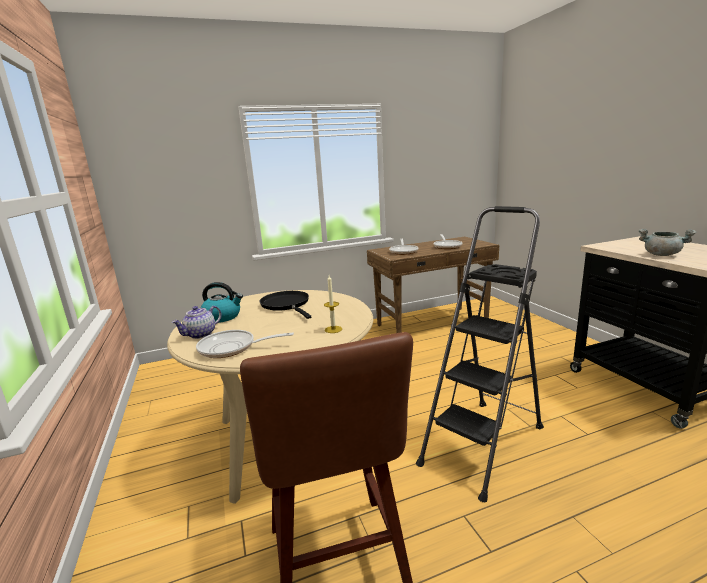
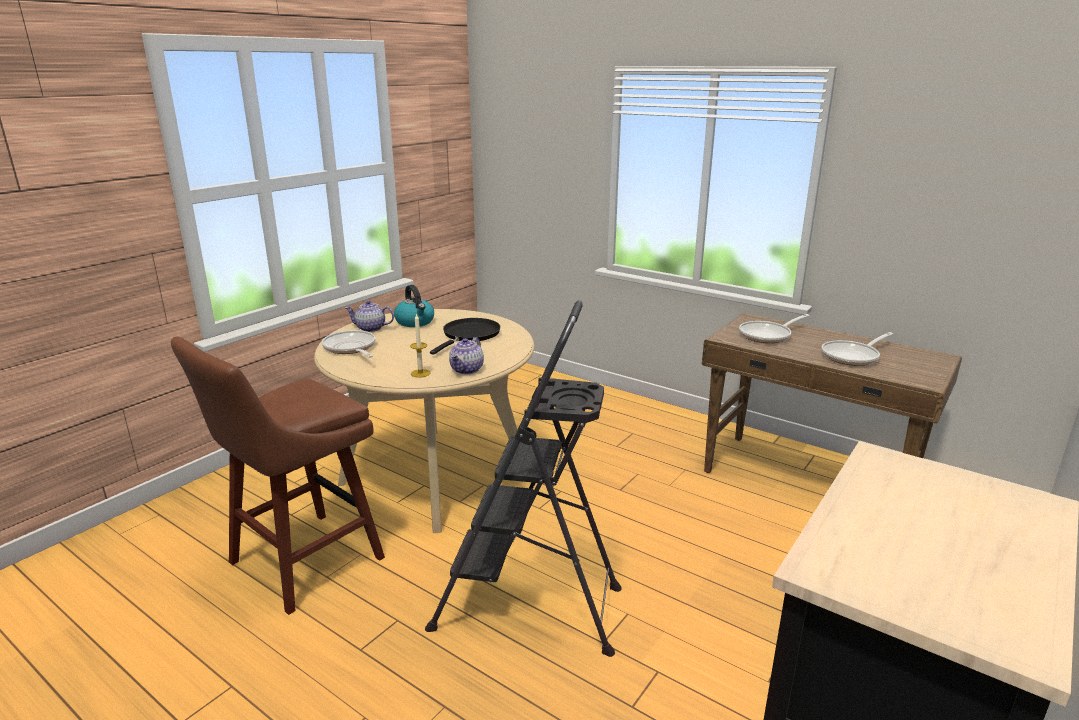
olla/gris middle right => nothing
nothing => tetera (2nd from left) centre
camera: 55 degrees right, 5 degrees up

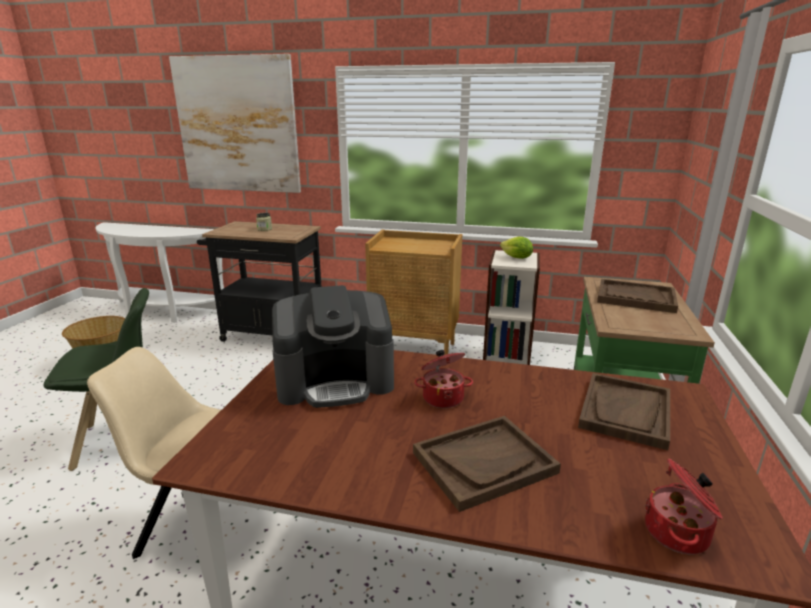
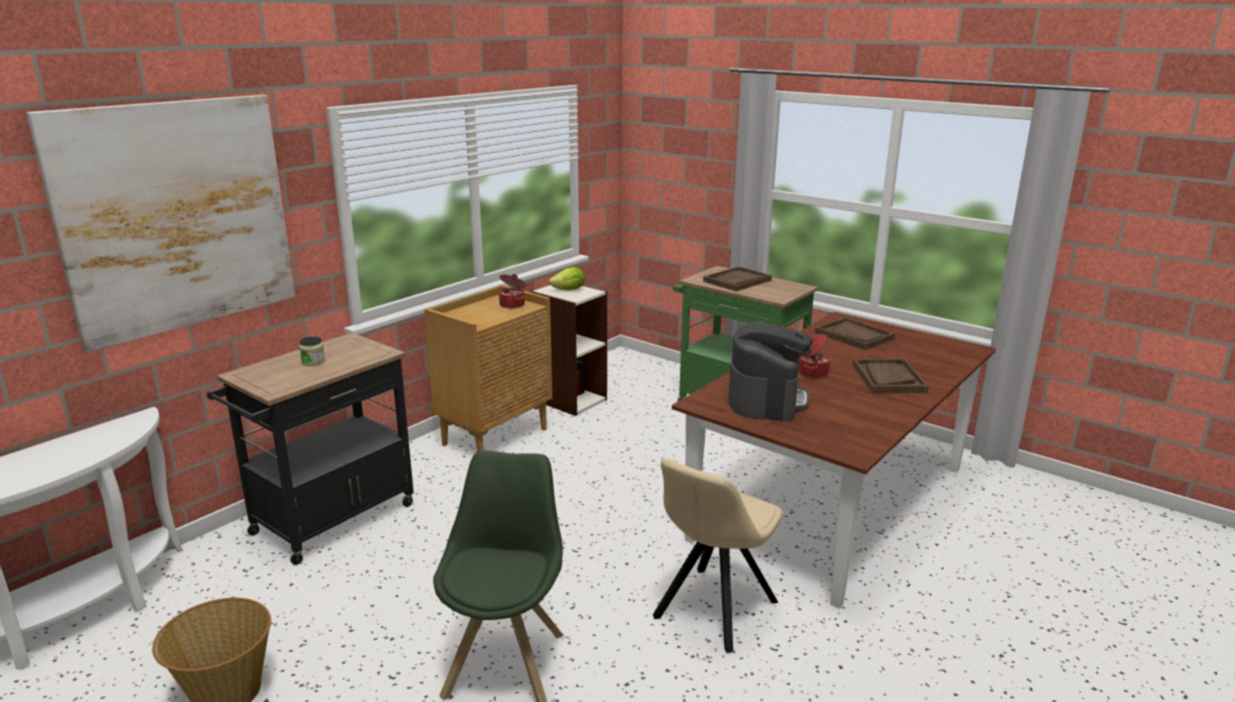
olla (2nd from left in the first image) bottom right => olla (1st from left) centre, moved
camera: 65 degrees left, 0 degrees up

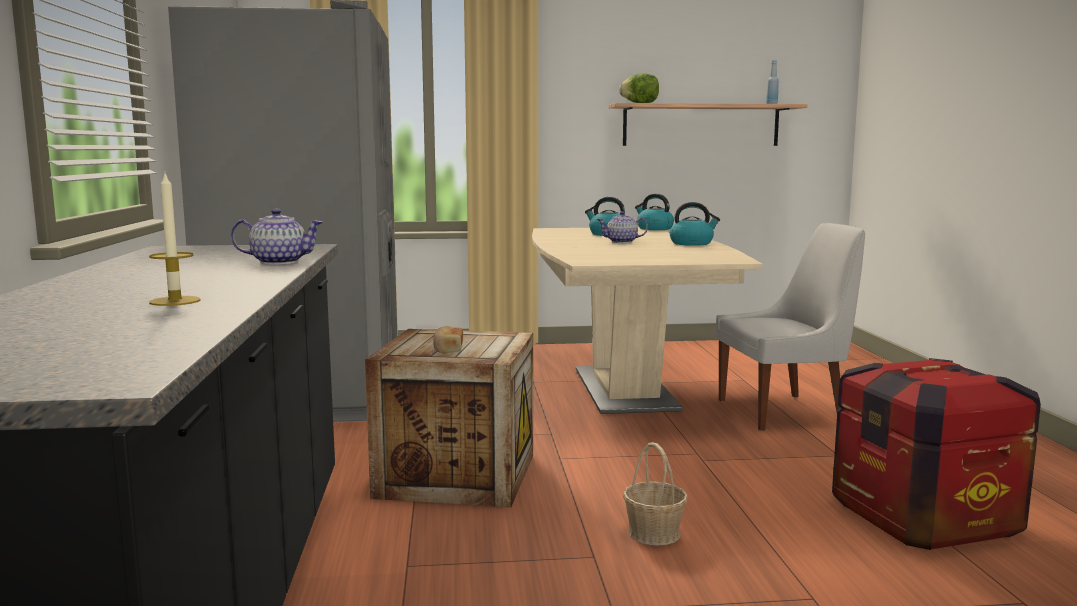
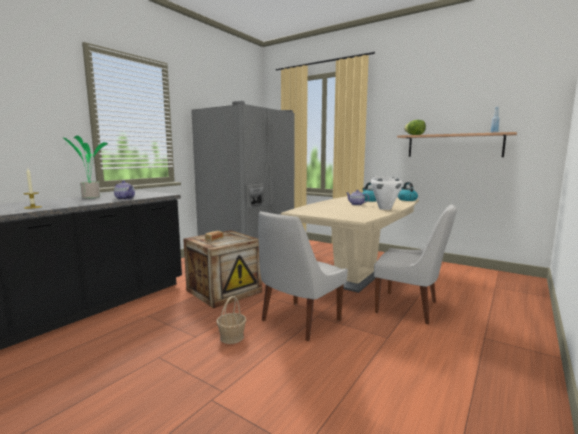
hervidor (3rd from left) centre => olla/blanco middle right
caja de embalaje (2nd from left) bottom right => nothing
nothing => planta en maceta middle left
nothing => silla/blanco (1st from left) centre
camera: 40 degrees right, 0 degrees up

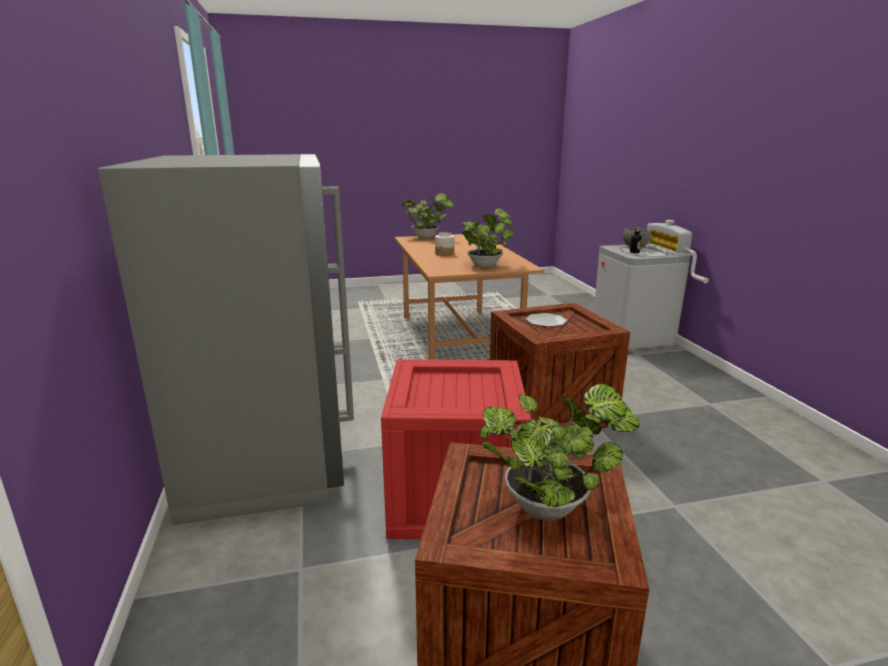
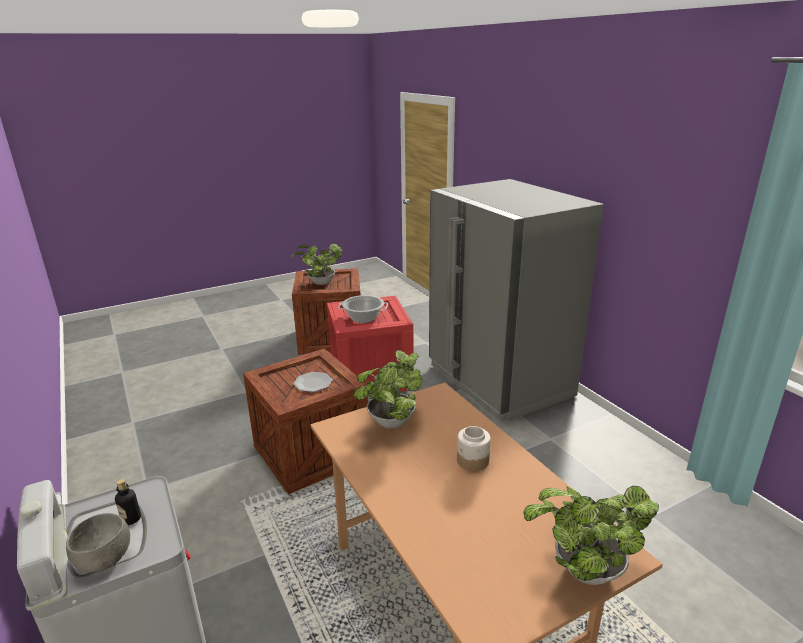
nothing => olla centre
camera: 165 degrees right, 5 degrees up

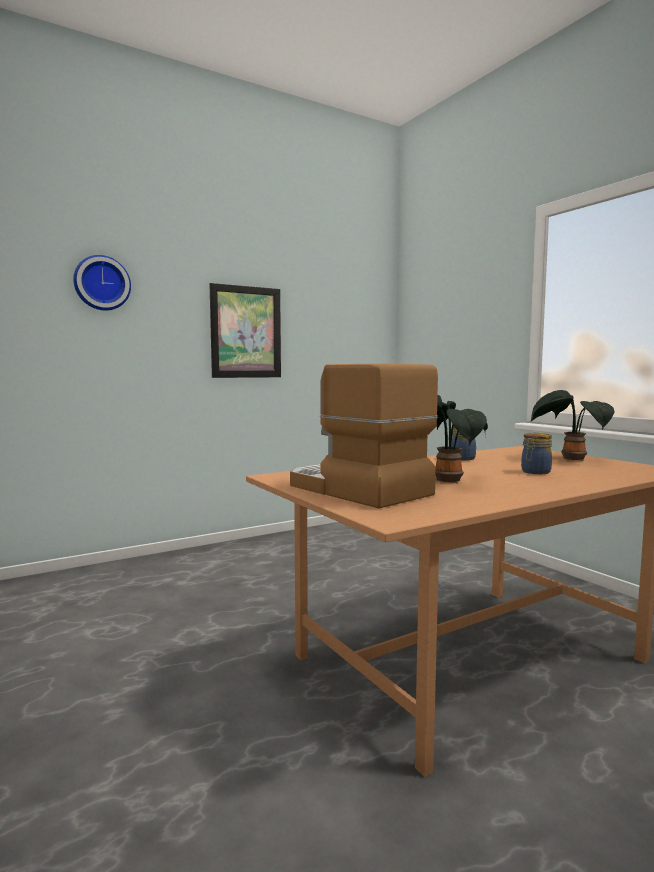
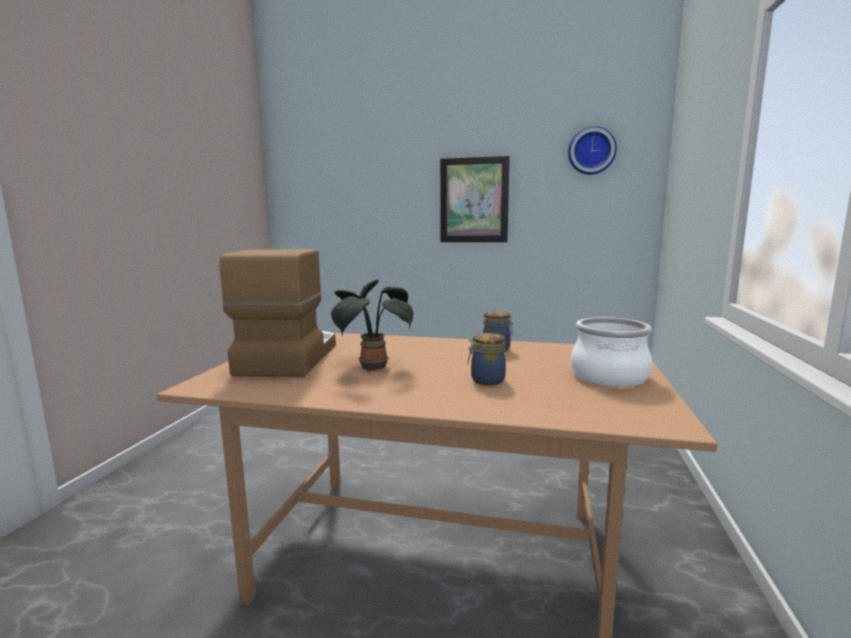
reloj de pared top left => reloj de pared top right, moved
planta en maceta (2nd from left) middle right => olla middle right
camera: 45 degrees right, 5 degrees up

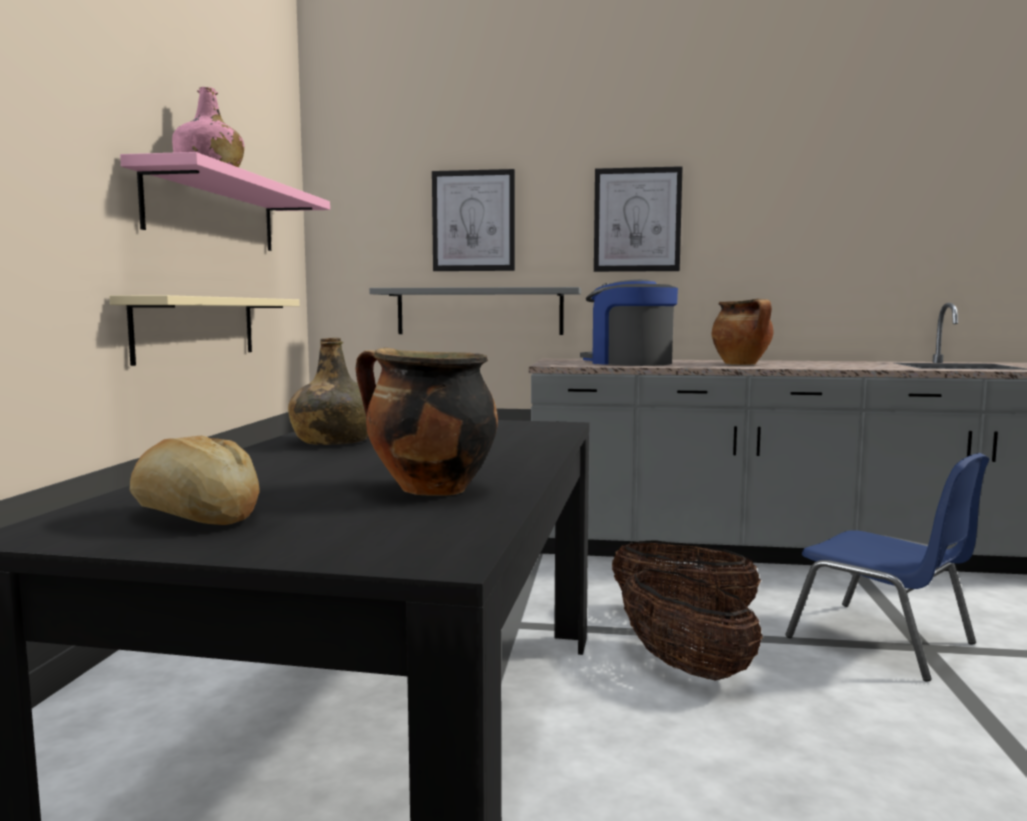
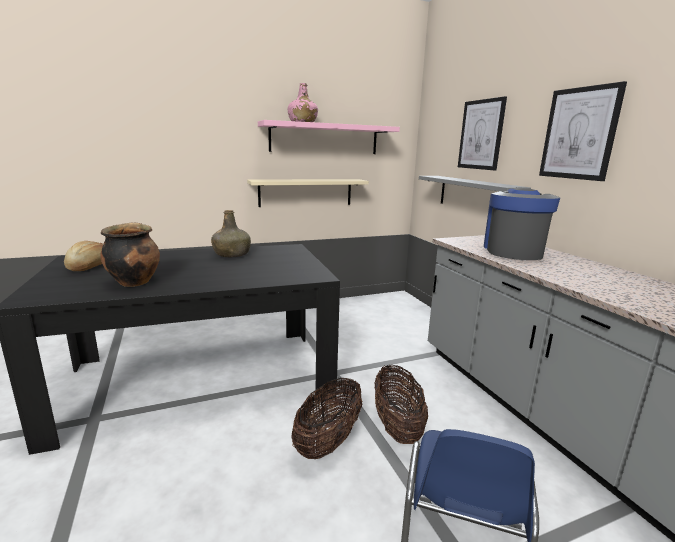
olla (2nd from left) middle right => nothing
camera: 60 degrees right, 10 degrees up

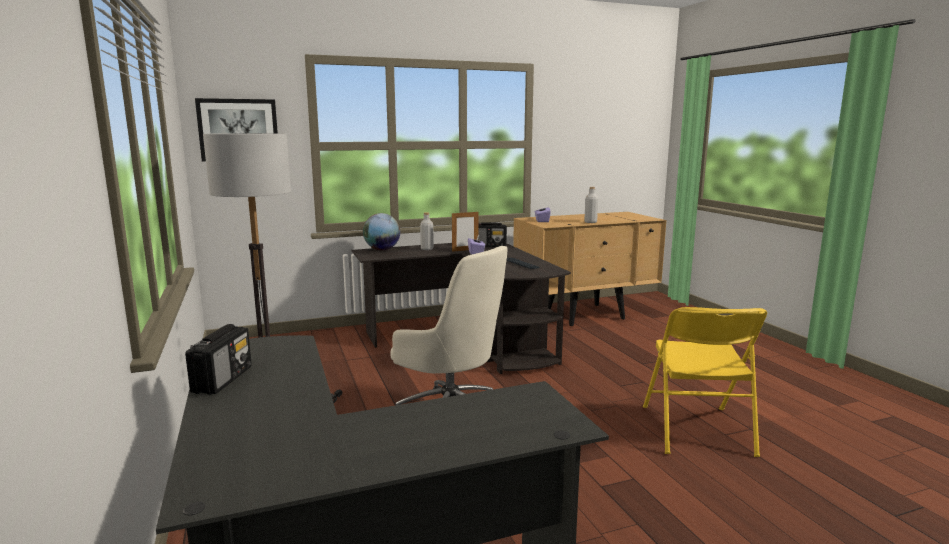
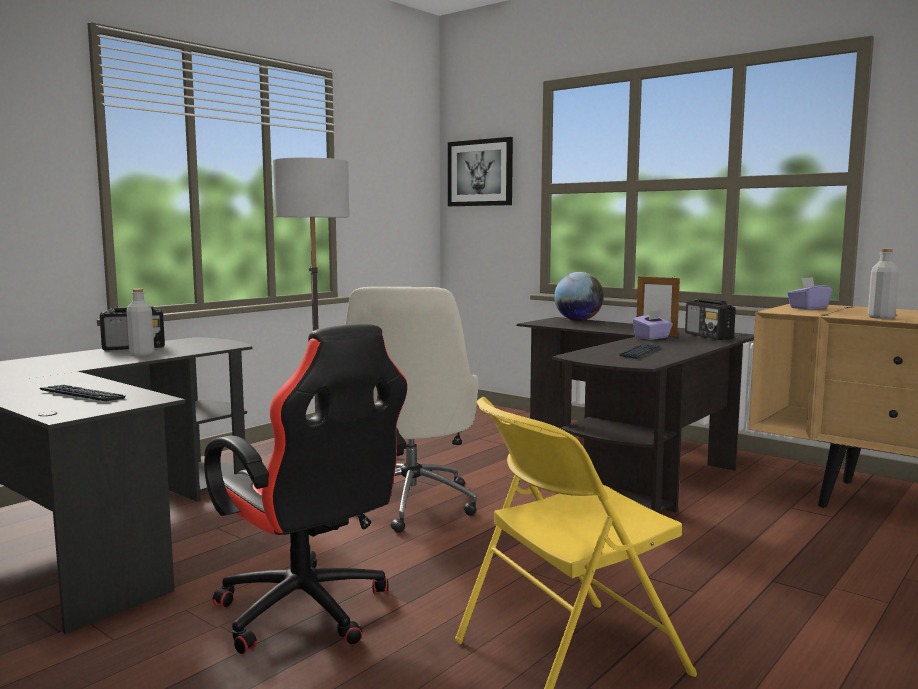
botella/gris (1st from left) centre => botella/gris (1st from left) middle left, moved
nothing => teclado (1st from left) middle left
nothing => silla de oficina/negro bottom centre
camera: 60 degrees right, 5 degrees down

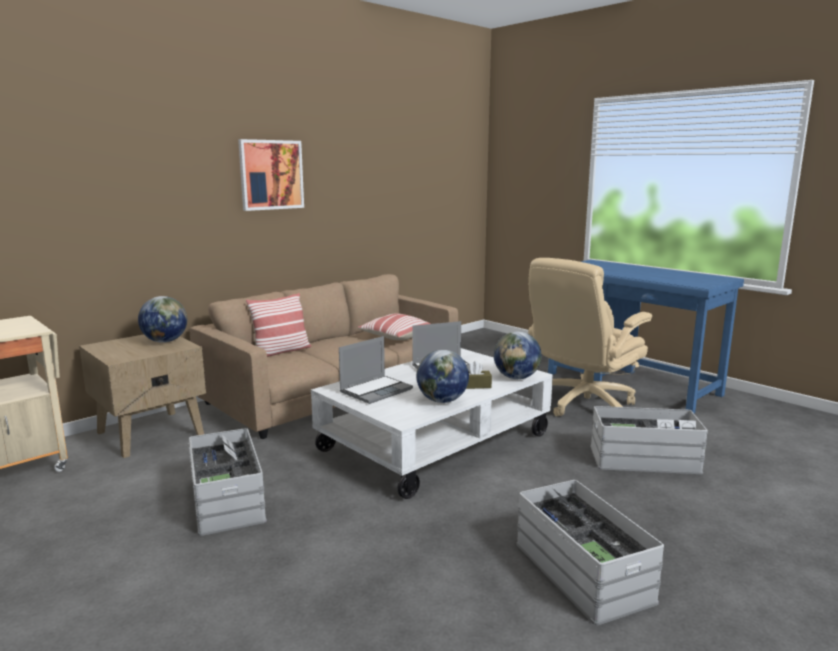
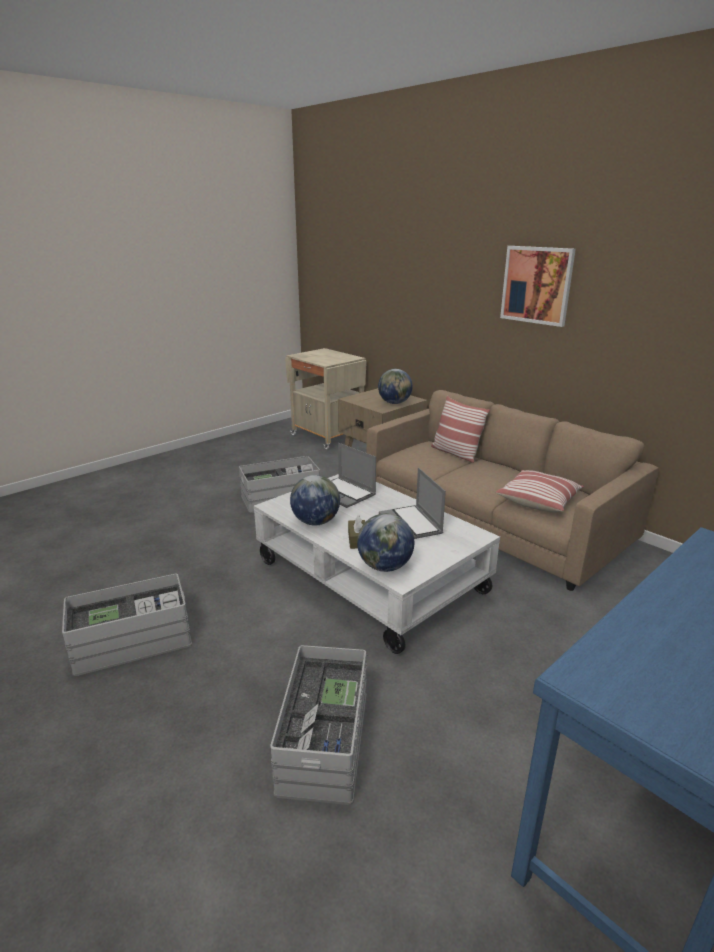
silla de oficina/beis middle right => nothing
camera: 90 degrees right, 10 degrees up

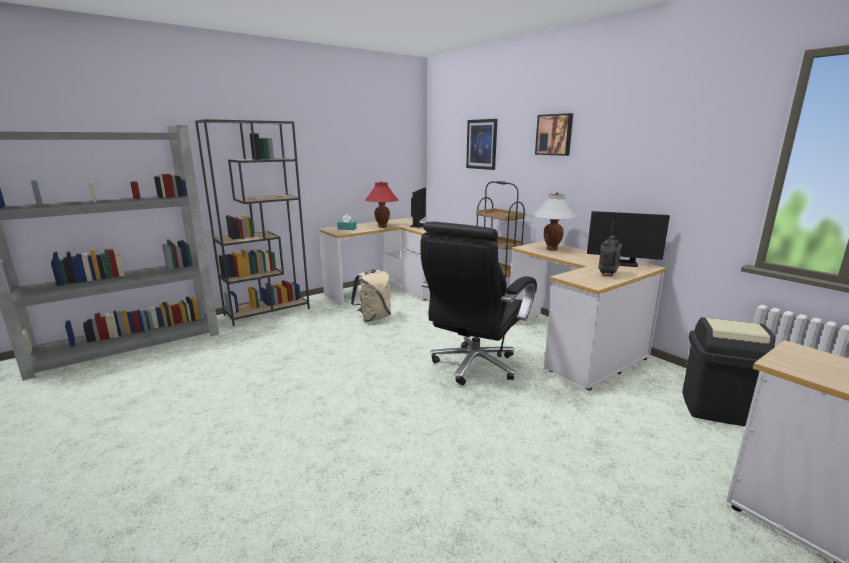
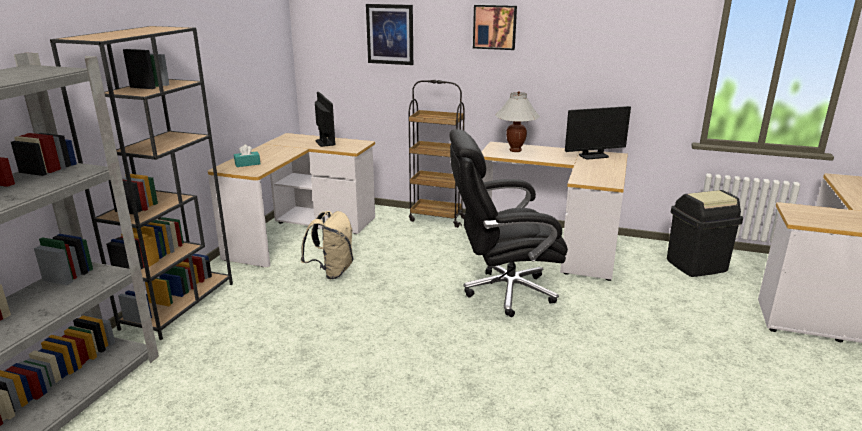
lámpara de mesa/rojo centre => nothing
silla de oficina/negro centre, 90 degrees clockwise
radio middle right => nothing
camera: 35 degrees left, 5 degrees up

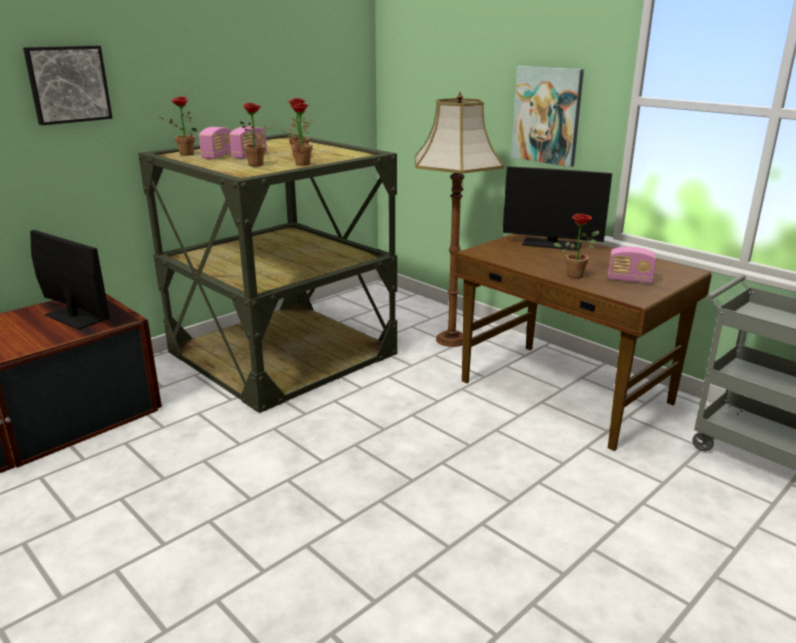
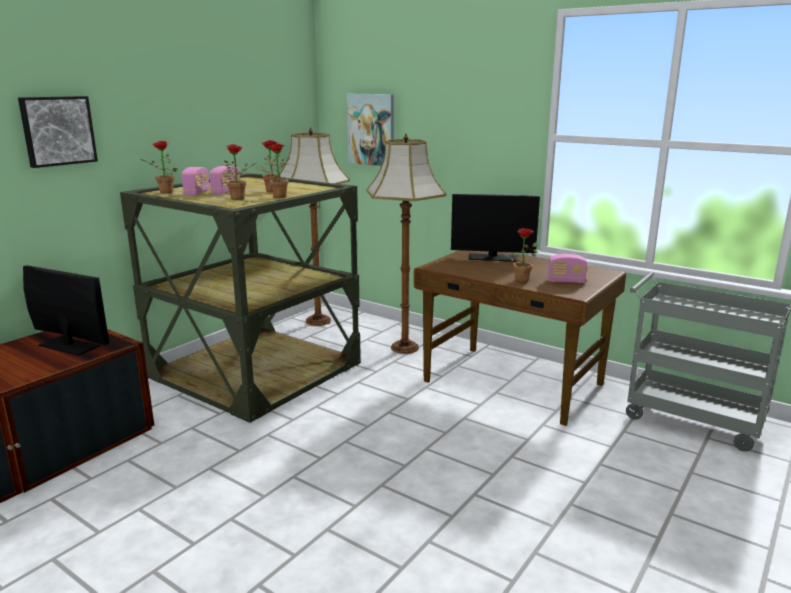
cuadro (2nd from left) top right => cuadro (2nd from left) top centre, moved
nothing => lámpara de pie (1st from left) centre
camera: 10 degrees left, 5 degrees down

